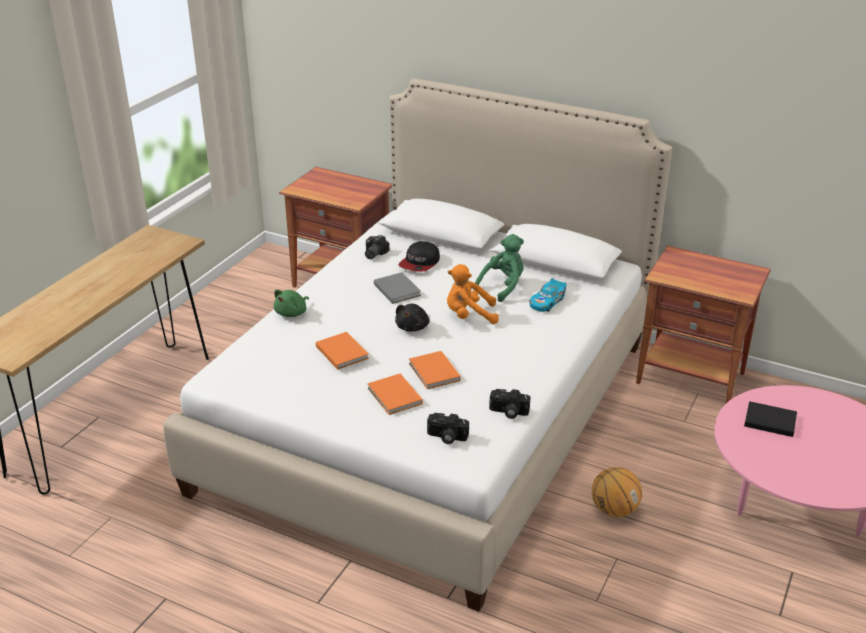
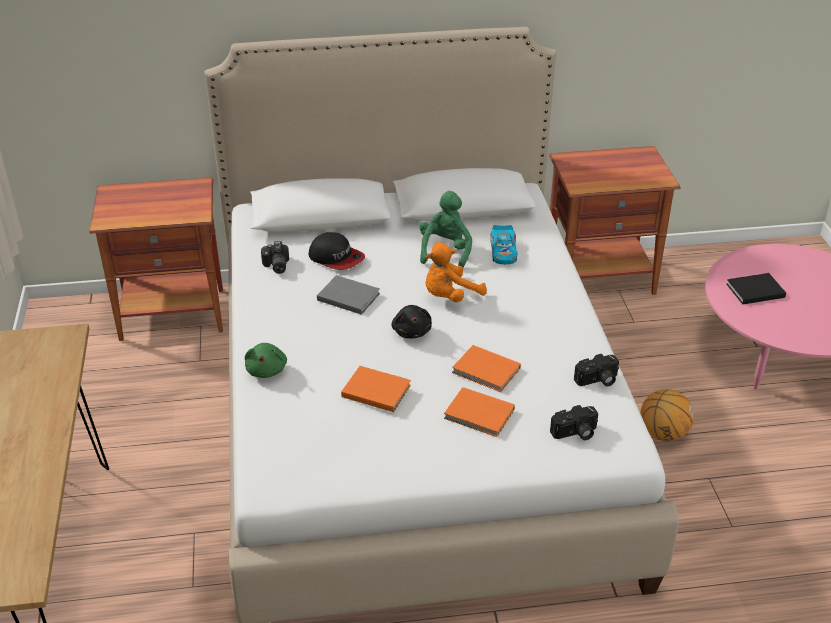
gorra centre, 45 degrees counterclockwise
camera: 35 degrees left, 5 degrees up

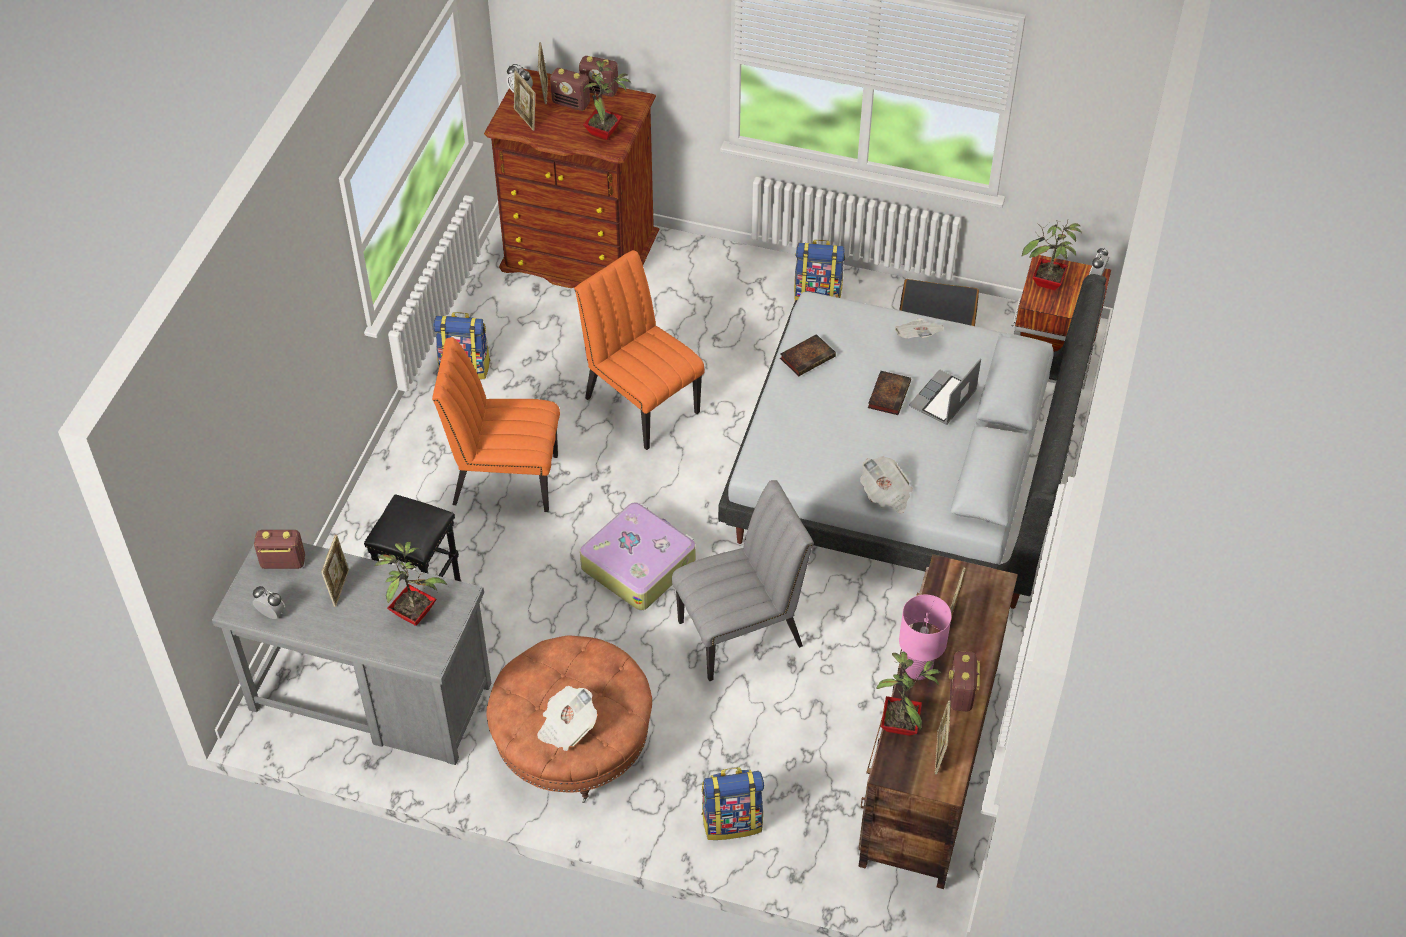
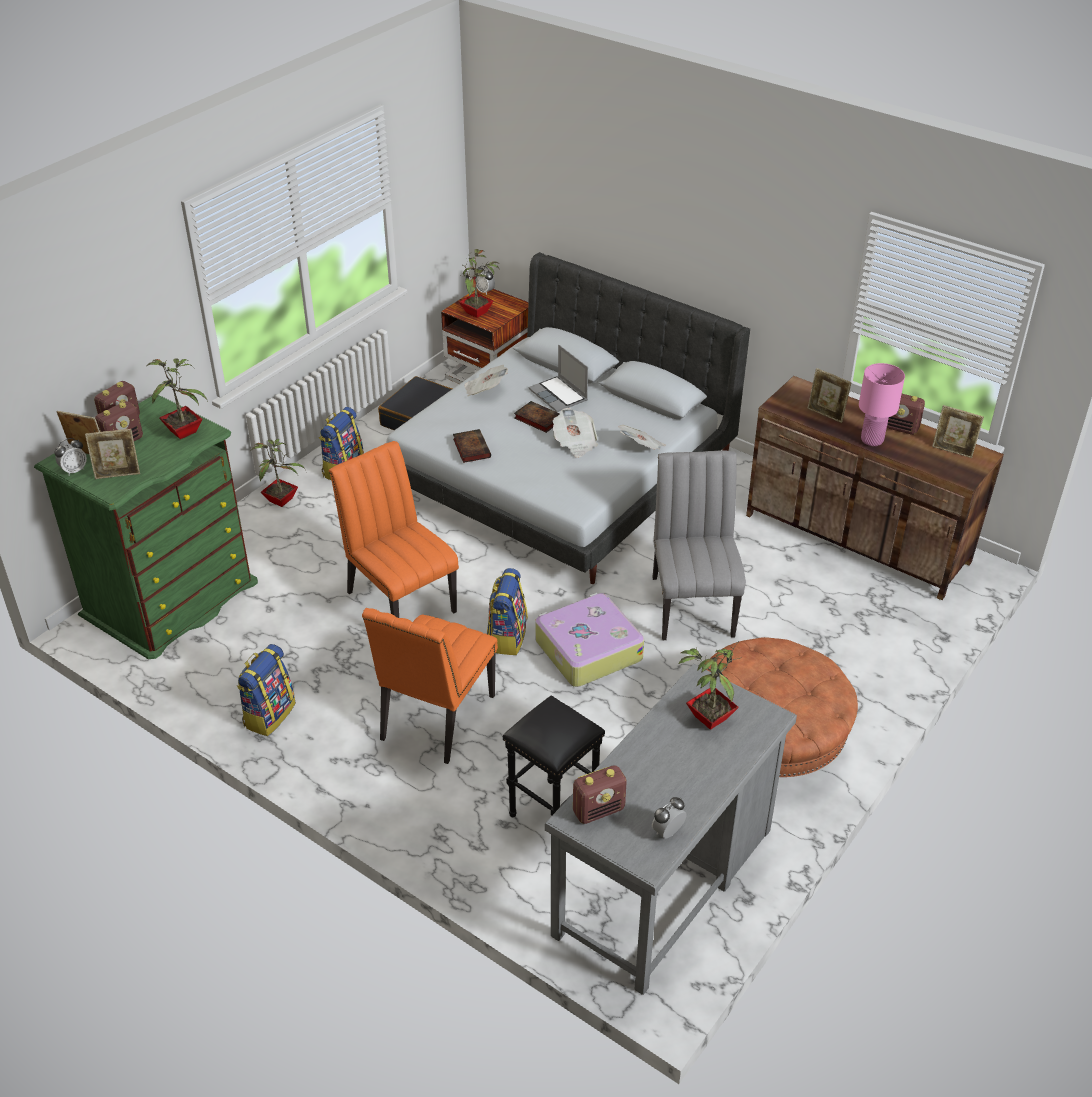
radio (1st from left in the first image) middle left => radio (3rd from left) bottom centre, 135 degrees counterclockwise
portarretratos (1st from left) middle left => nothing
cómoda/marrón top centre => cómoda/verde middle left
periódico (1st from left in the first image) bottom centre => periódico (2nd from left) centre, moved
silla/naranja (2nd from left in the first image) centre => silla/naranja (1st from left) centre, 75 degrees clockwise
mochila (2nd from left in the first image) bottom centre => mochila (3rd from left) centre, moved
planta en maceta (3rd from left in the first image) bottom centre => planta en maceta (2nd from left) middle left, moved
camera: 70 degrees left, 10 degrees down

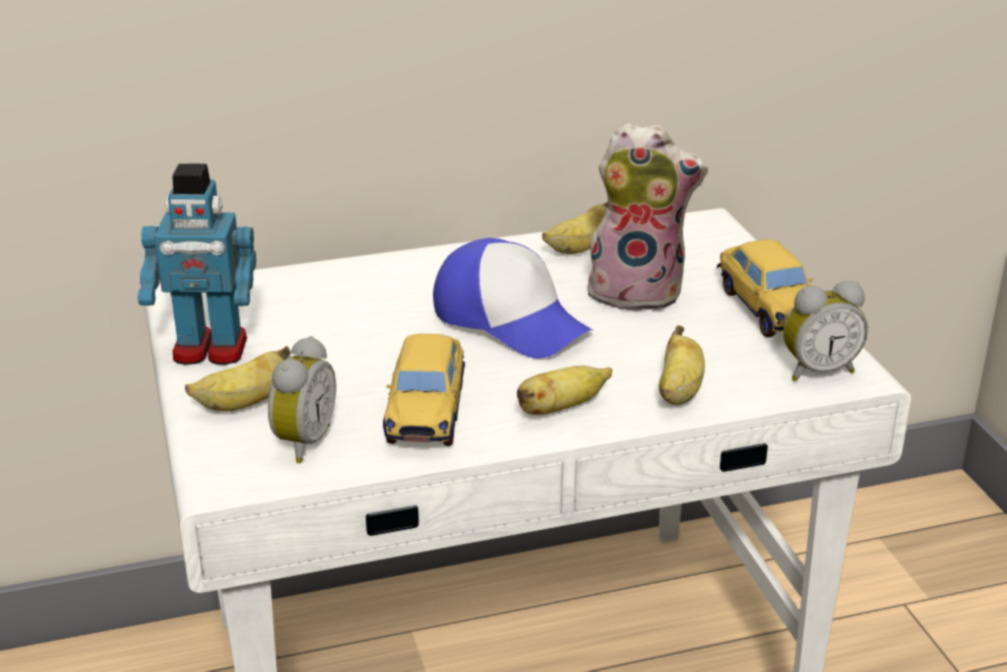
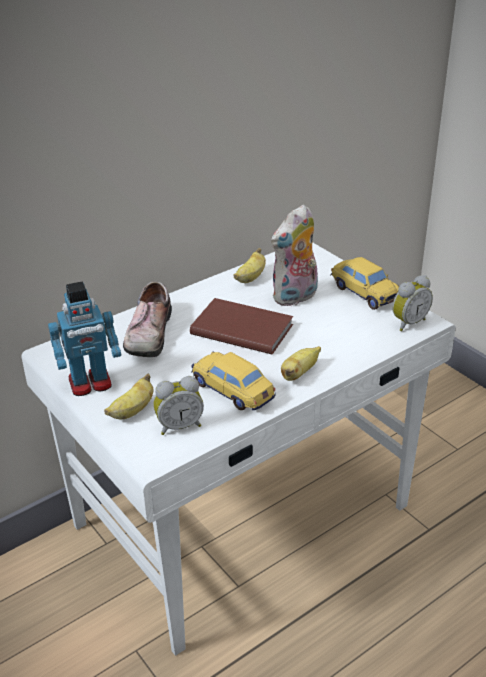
despertador (1st from left) middle left => despertador (1st from left) centre, 75 degrees clockwise
coche de juguete (1st from left) centre, 150 degrees clockwise
gorra centre => libro/marrón centre
peluche top centre => peluche centre, 150 degrees clockwise
plátano (4th from left) middle right => nothing
nothing => zapato middle left
camera: 20 degrees left, 5 degrees up

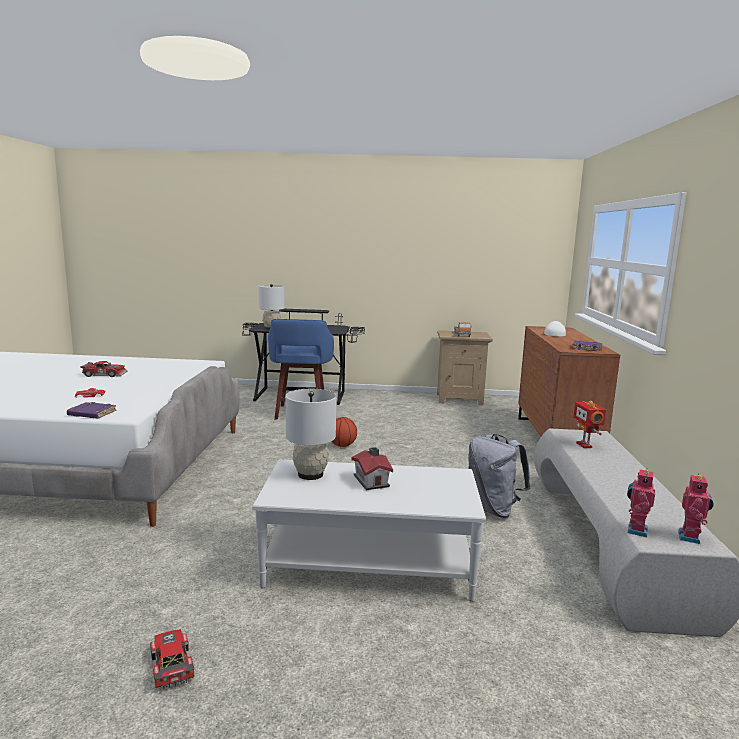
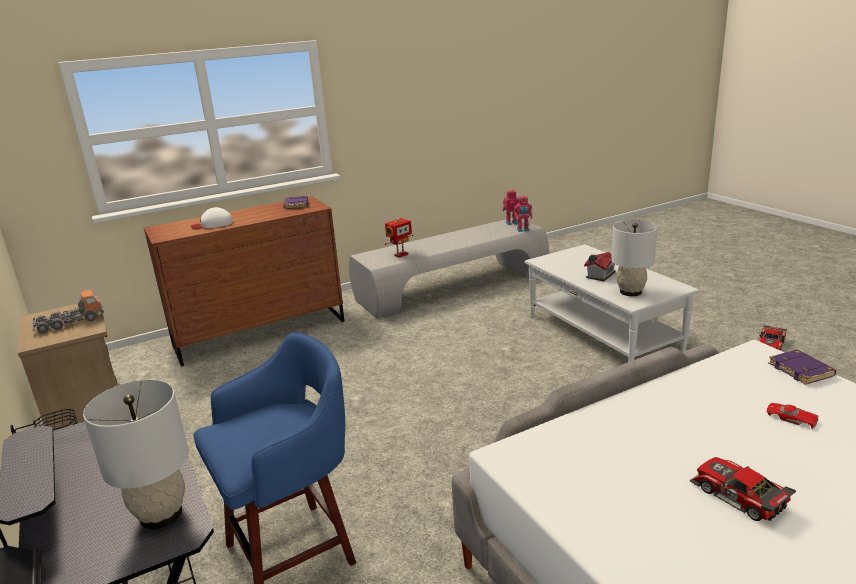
balón de baloncesto centre => nothing
mochila/gris middle right => nothing
camera: 120 degrees left, 10 degrees up

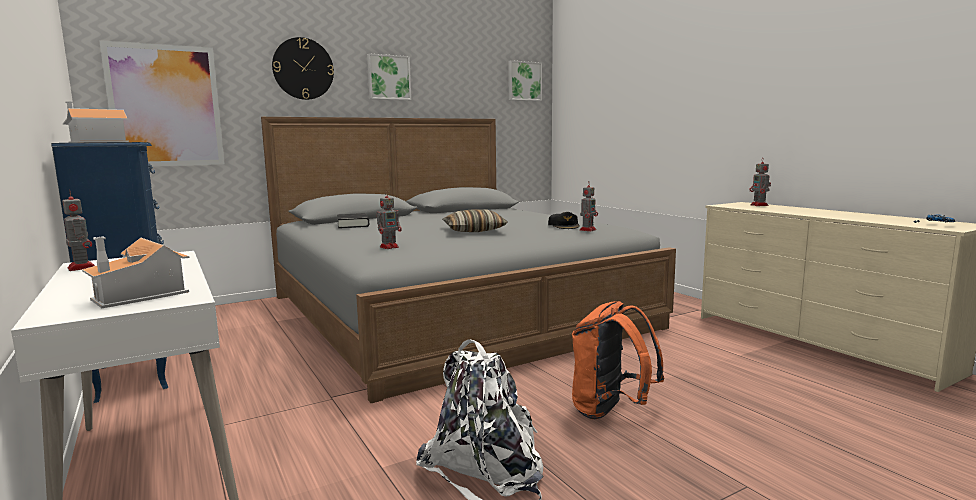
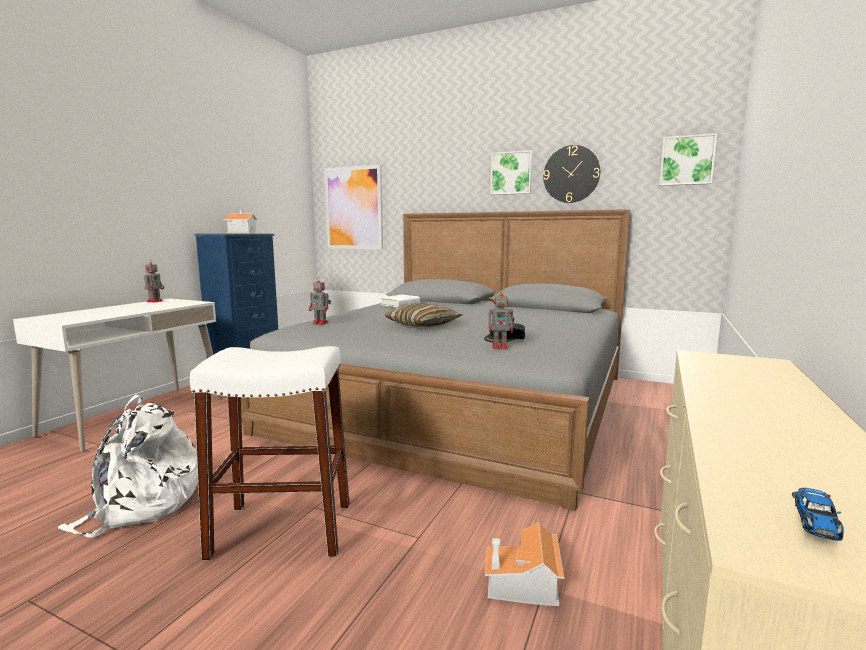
casita (2nd from left) middle left => casita (2nd from left) bottom centre, moved
reloj de pared top left => reloj de pared top centre, moved
libro/negro centre => libro/blanco centre
mochila/naranja bottom centre => taburete/blanco bottom left
robot de juguete (4th from left) middle right => nothing
camera: 55 degrees right, 0 degrees up

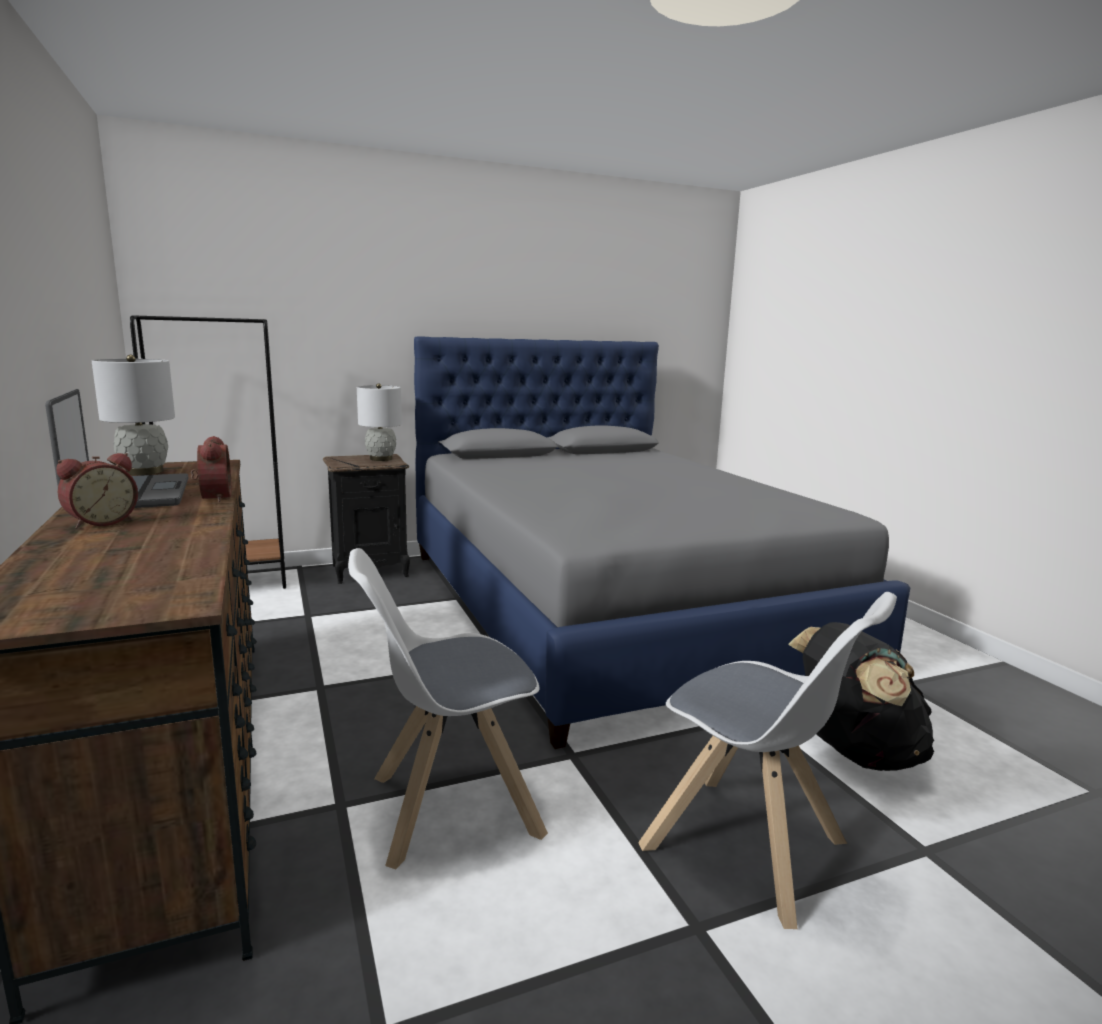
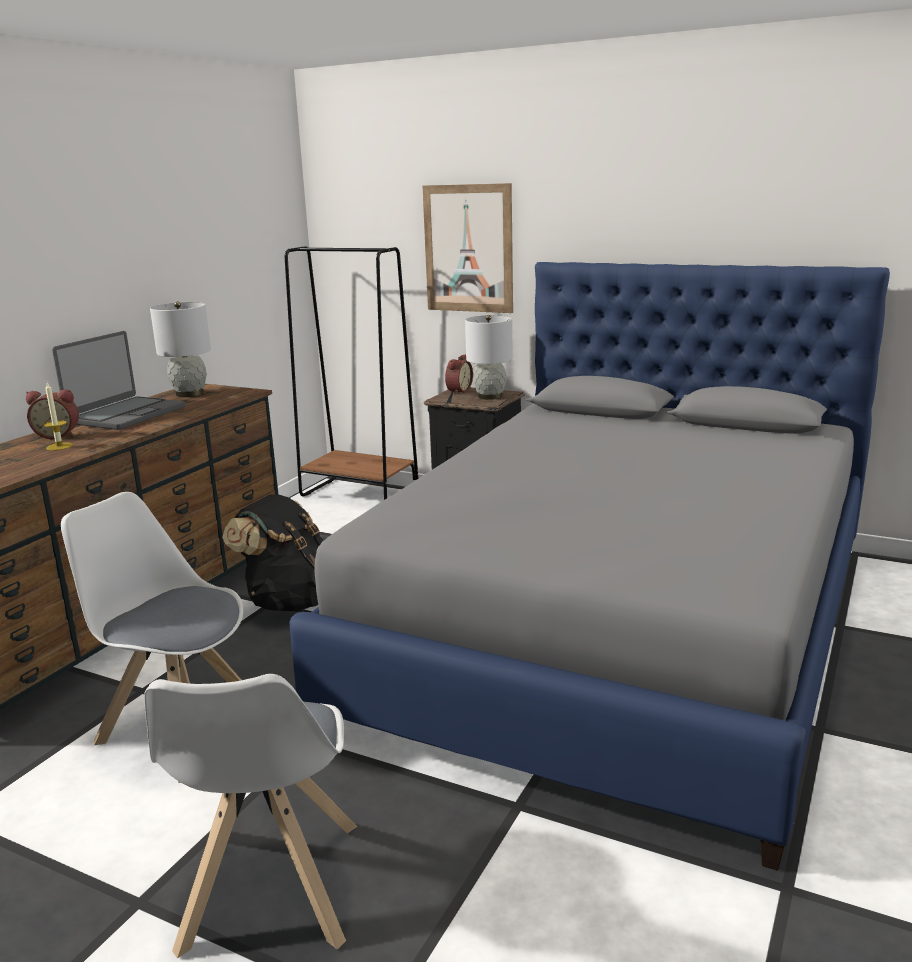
despertador (2nd from left) middle left => despertador (2nd from left) centre, moved
mochila/negro bottom right => mochila/negro middle left, moved
nothing => vela middle left
nothing => cuadro top centre
camera: 50 degrees right, 5 degrees up

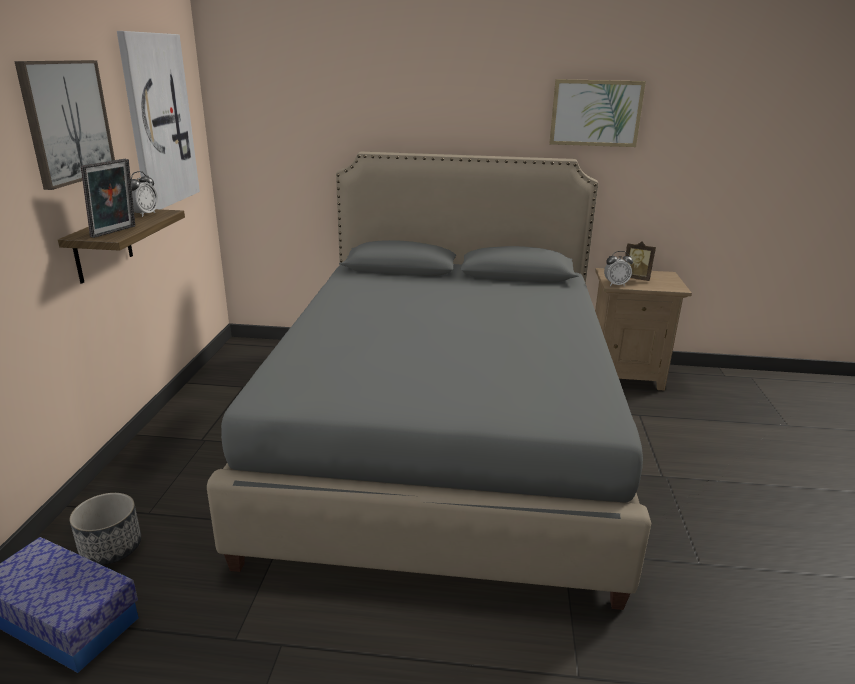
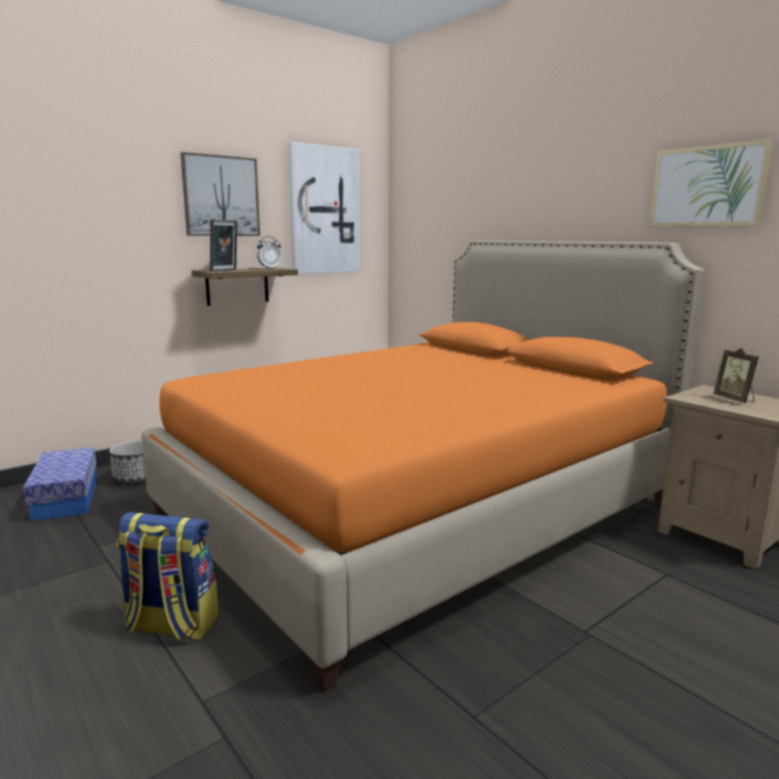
portarretratos (1st from left) top left, 45 degrees counterclockwise
cama/gris centre => cama/naranja centre
despertador (2nd from left) middle right => nothing
nothing => mochila bottom left
camera: 45 degrees right, 10 degrees down

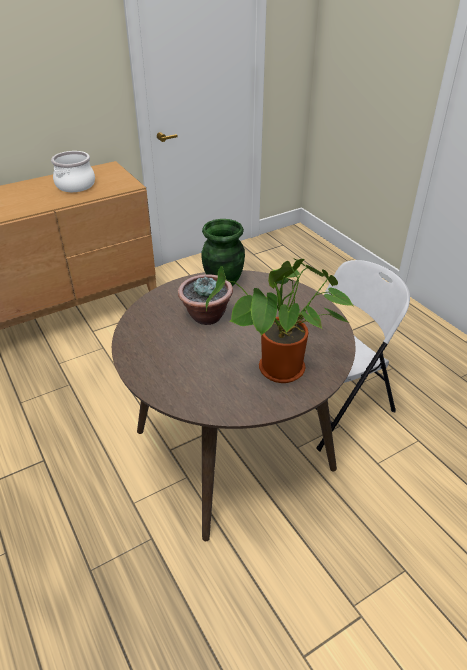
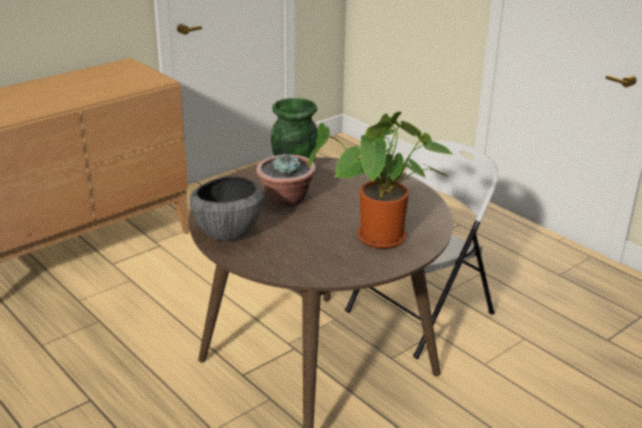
olla top left => nothing
nothing => cuenco centre
camera: 10 degrees left, 10 degrees down

